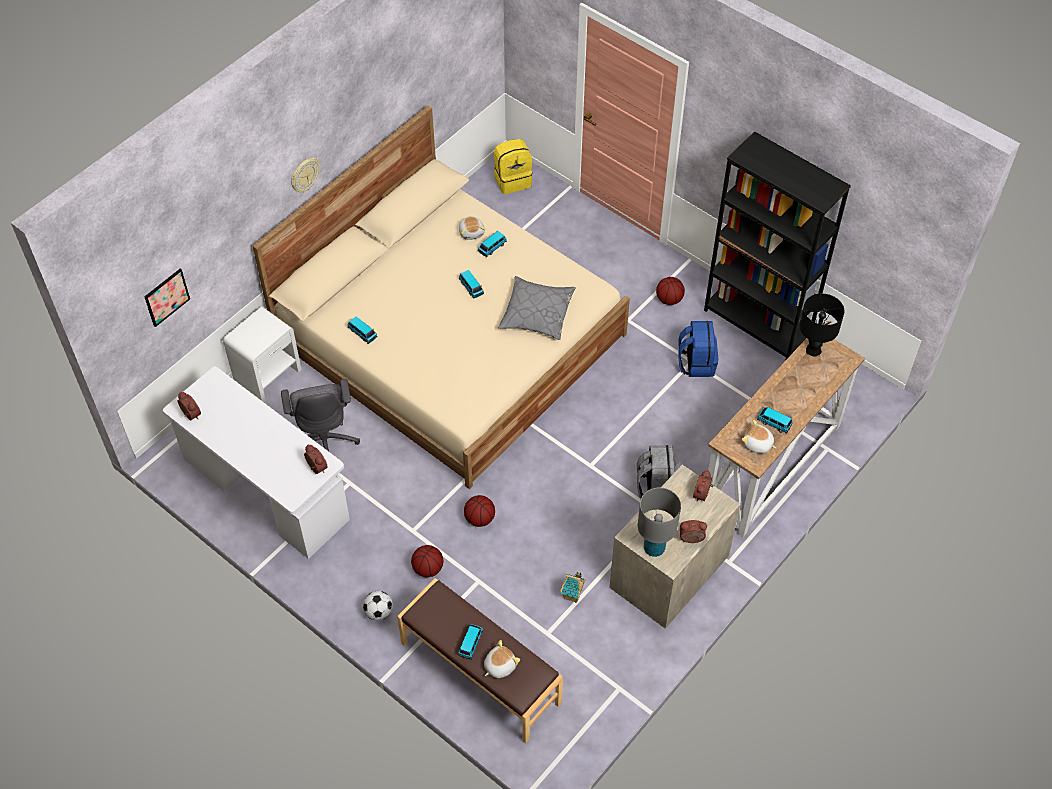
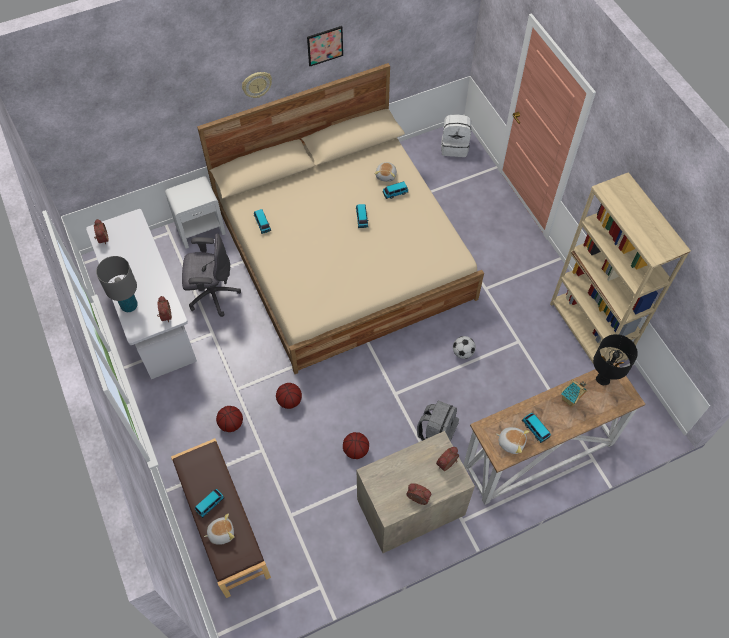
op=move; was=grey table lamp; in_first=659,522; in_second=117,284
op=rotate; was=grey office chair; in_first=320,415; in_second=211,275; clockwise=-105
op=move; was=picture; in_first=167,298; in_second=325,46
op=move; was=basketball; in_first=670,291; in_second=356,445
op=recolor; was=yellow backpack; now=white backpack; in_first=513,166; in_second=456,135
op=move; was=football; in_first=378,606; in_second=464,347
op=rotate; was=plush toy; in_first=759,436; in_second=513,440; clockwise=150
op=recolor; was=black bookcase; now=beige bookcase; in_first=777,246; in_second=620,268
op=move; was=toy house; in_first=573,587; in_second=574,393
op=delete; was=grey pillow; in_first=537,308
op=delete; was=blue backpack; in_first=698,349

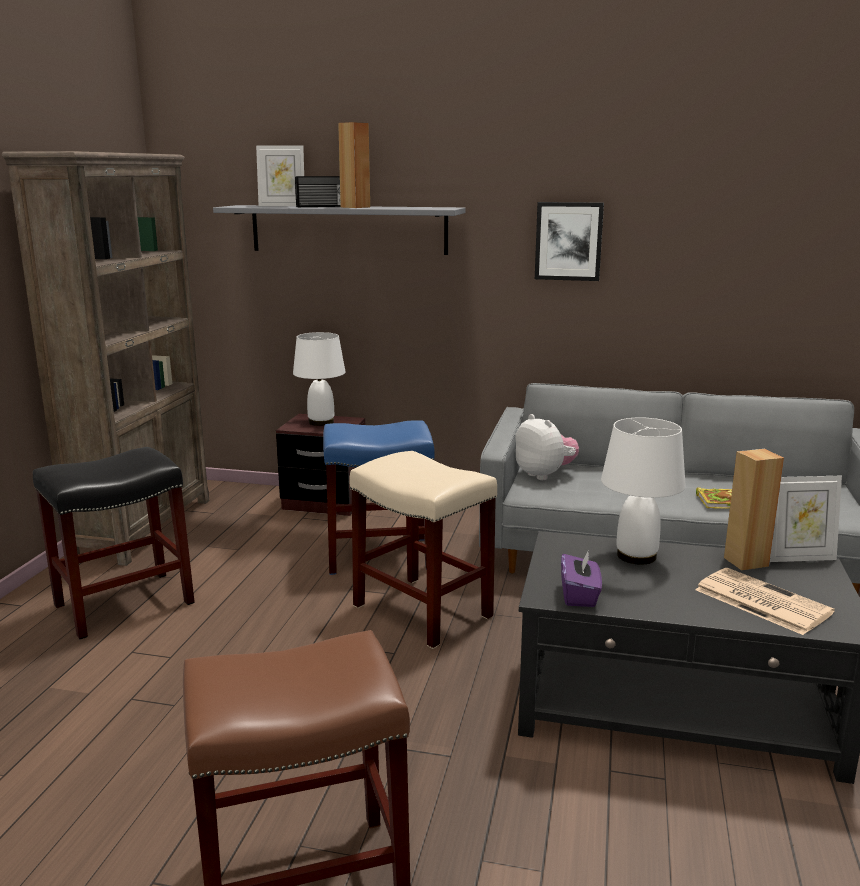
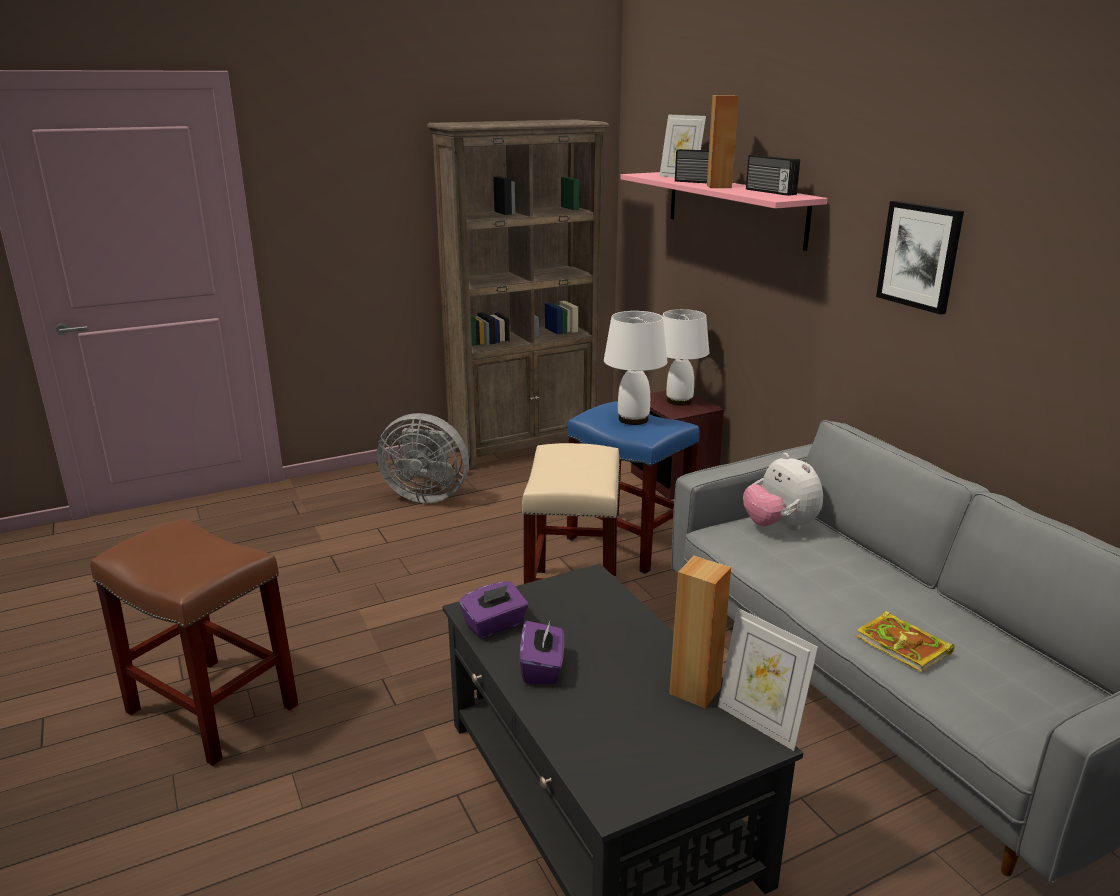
op=replace; was=black stool; now=grey fan; in_first=114,543; in_second=423,458
op=insert; now=purple tissue box; in_second=542,651
op=move; was=white table lamp; in_first=643,491; in_second=636,368
op=recolor; was=grey shelf; now=pink shelf; in_first=339,230; in_second=723,211
op=rotate; was=plush toy; in_first=547,447; in_second=783,492; clockwise=135
op=insert; now=radio; in_second=773,175
op=delete; was=newspaper; in_first=765,601

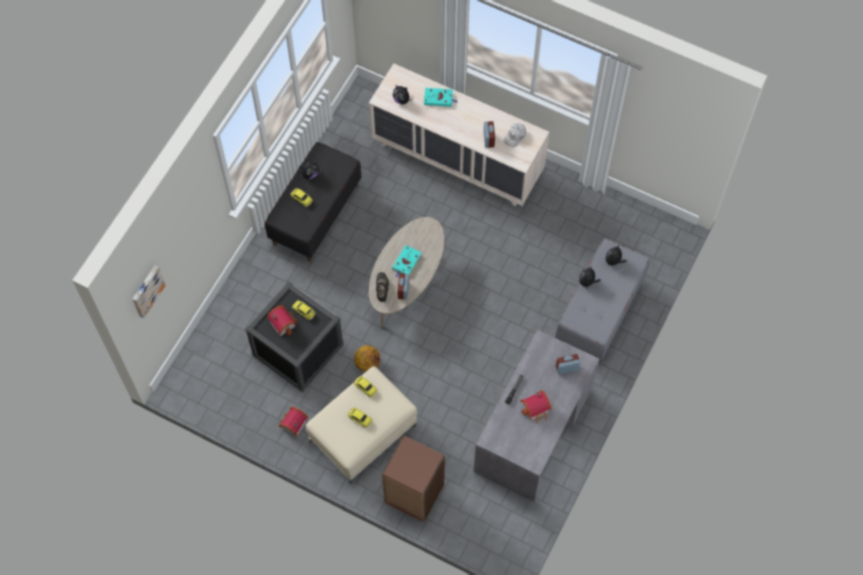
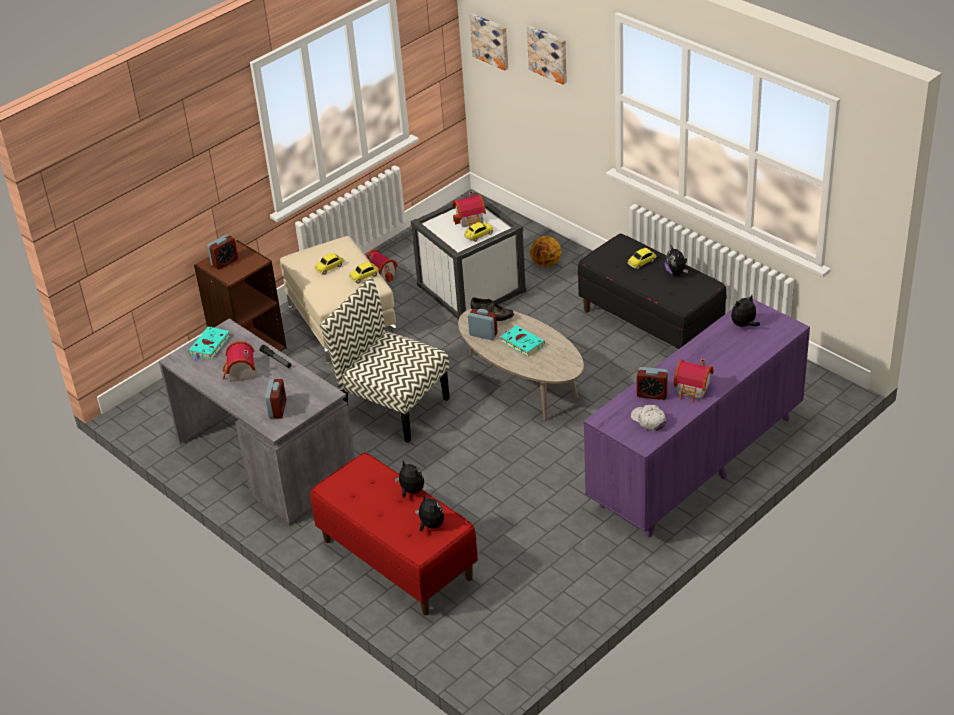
op=move; was=turquoise book; in_first=441,97; in_second=209,344
op=insert; now=alarm clock; in_second=222,252
op=recolor; was=grey bench; now=red bench; in_first=602,300; in_second=394,533
op=insert; now=chair; in_second=385,360
op=recolor; was=black storage box; now=white storage box; in_first=294,337; in_second=468,256
op=insert; now=picture; in_second=547,55
op=move; was=basketball; in_first=367,359; in_second=545,251
op=recolor; was=beige dresser; now=purple dresser; in_first=459,134; in_second=697,417
op=insert; now=toy house; in_second=693,381

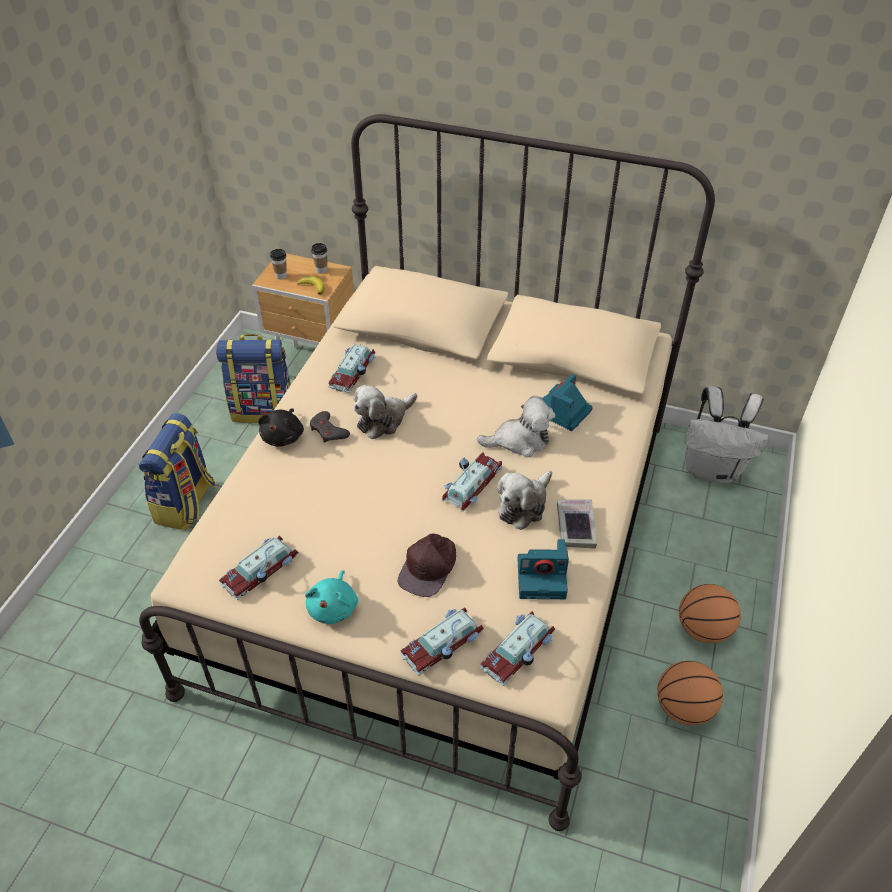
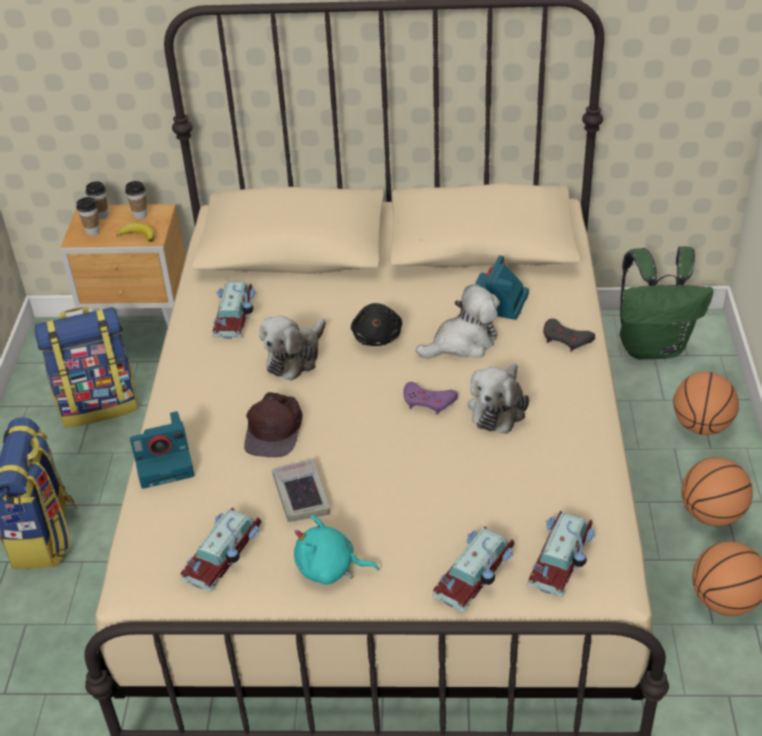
op=insert; now=cup; in_second=97,200
op=move; was=photo camera; in_first=543,569; in_second=162,450
op=move; was=brown cap; in_first=427,565; in_second=273,424
op=move; was=book; in_first=577,524; in_second=301,490
op=rotate; was=turquoise plush toy; in_first=331,597; in_second=336,550; clockwise=105
op=move; was=black plush toy; in_first=281,427; in_second=376,324
op=replace; was=toy car; now=purple game controller; in_first=472,482; in_second=431,398
op=move; was=grey game controller; in_first=330,427; in_second=569,335
op=recolor; was=white backpack; now=green backpack; in_first=727,435; in_second=666,302
op=insert; now=basketball; in_second=706,403

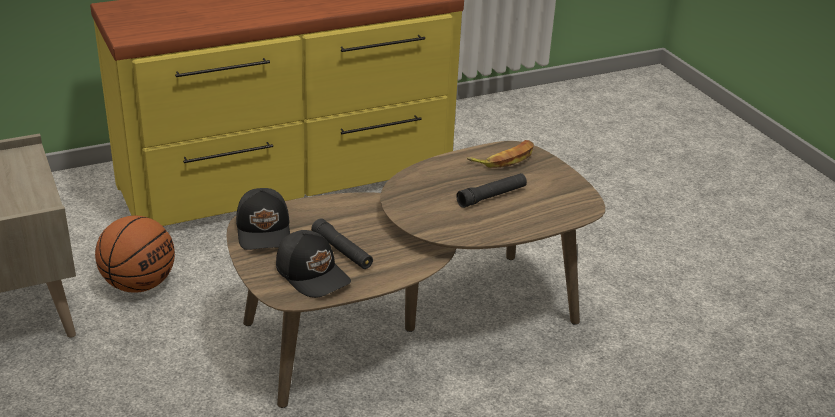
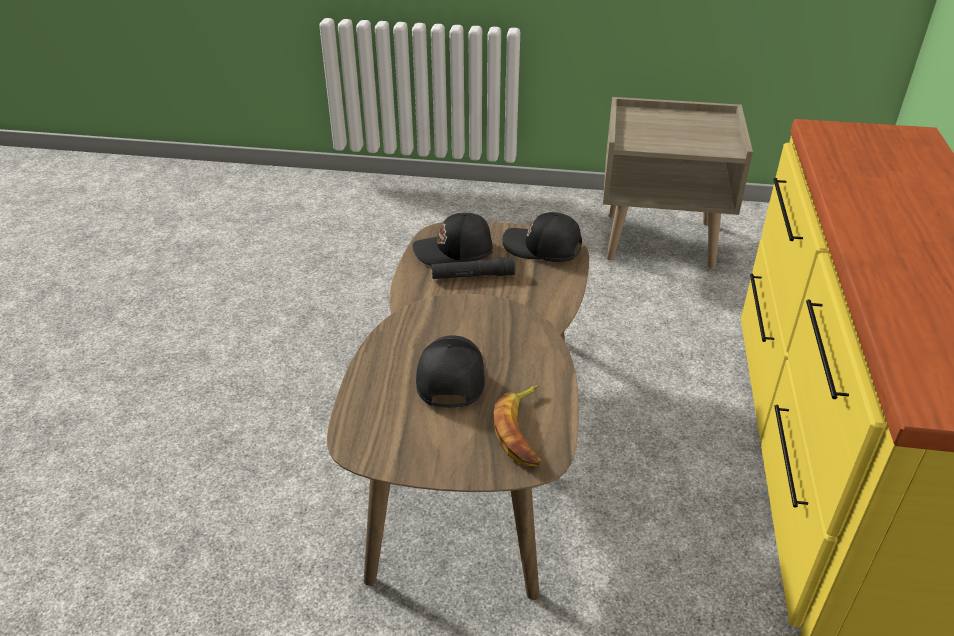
op=replace; was=black flashlight; now=black cap; in_first=491,190; in_second=450,371
op=delete; was=basketball; in_first=135,254

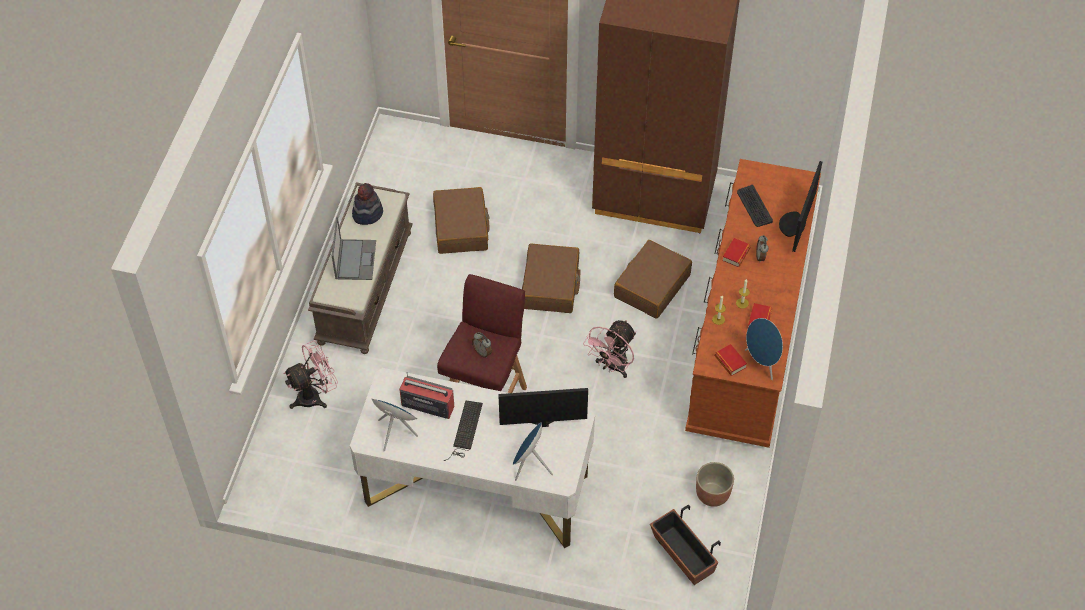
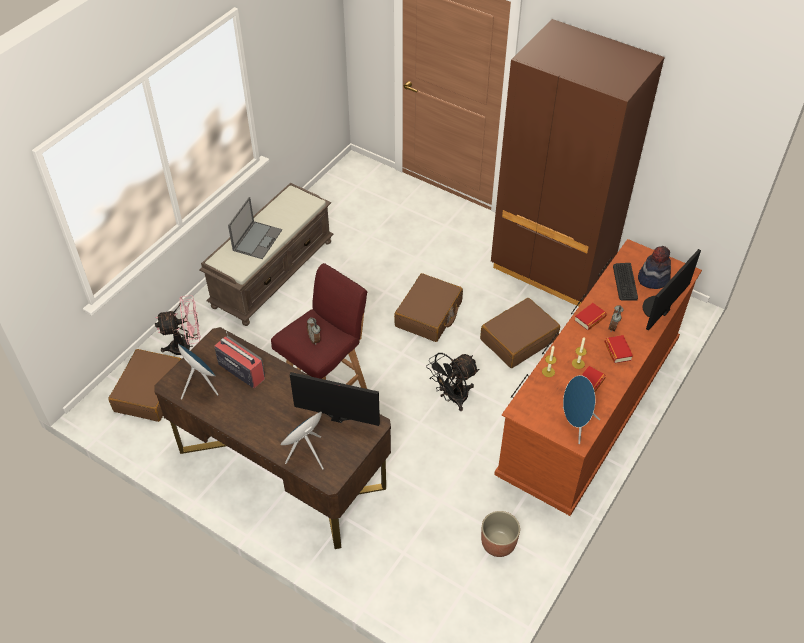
op=move; was=brown suitcase; in_first=461,220; in_second=144,385
op=recolor; was=white desk; now=brown desk; in_first=472,458; in_second=272,438
op=recolor; was=pink fan; now=black fan; in_first=609,349; in_second=452,382
op=move; was=book; in_first=731,360; in_second=619,349
op=move; was=hat; in_first=367,204; in_second=654,267
op=delete; was=keyboard; in_first=463,431
op=delete; was=planter; in_first=685,544

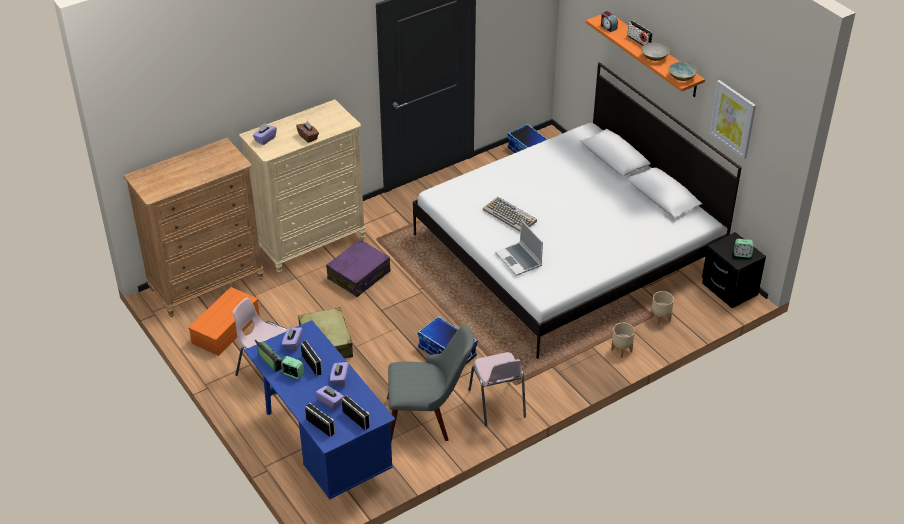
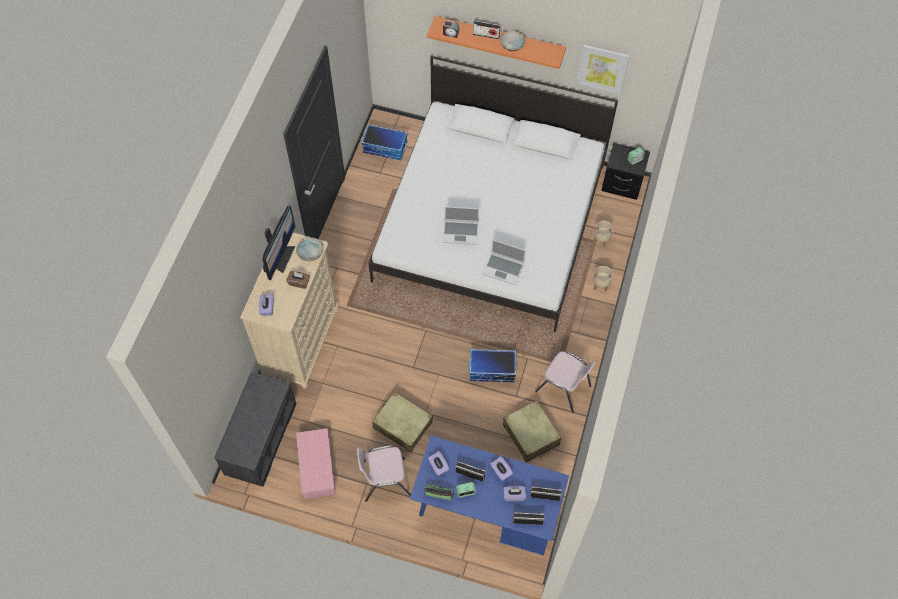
op=replace; was=brown dresser; now=grey bench; in_first=193,227; in_second=255,429
op=insert; now=monitor; in_second=278,243
op=move; was=bowl; in_first=682,71; in_second=310,249
op=recolor; was=orange storage box; now=pink storage box; in_first=223,321; in_second=316,463
op=replace; was=keyboard; now=laptop; in_first=510,214; in_second=461,225
op=replace; was=grey chair; now=beige suitcase; in_first=430,383; in_second=532,431
op=delete; was=purple suitcase; in_first=358,268

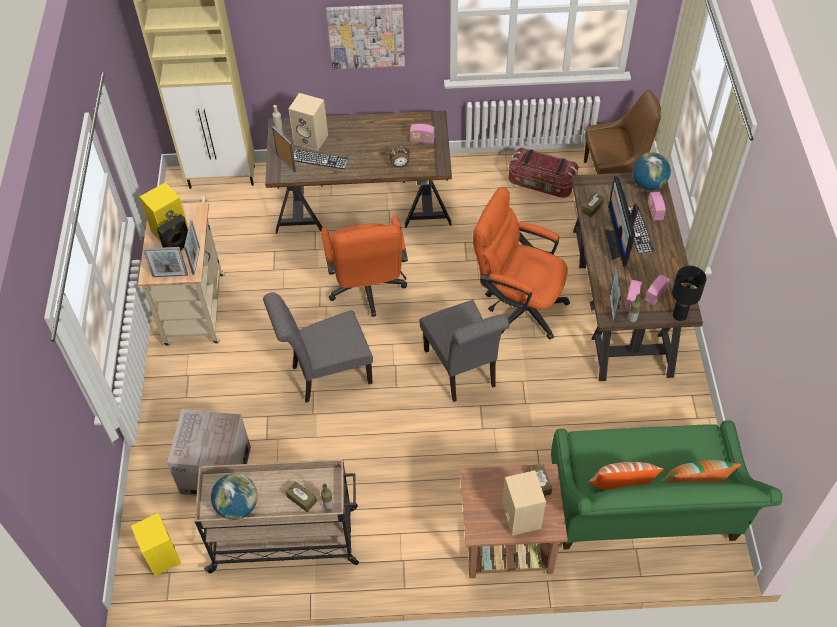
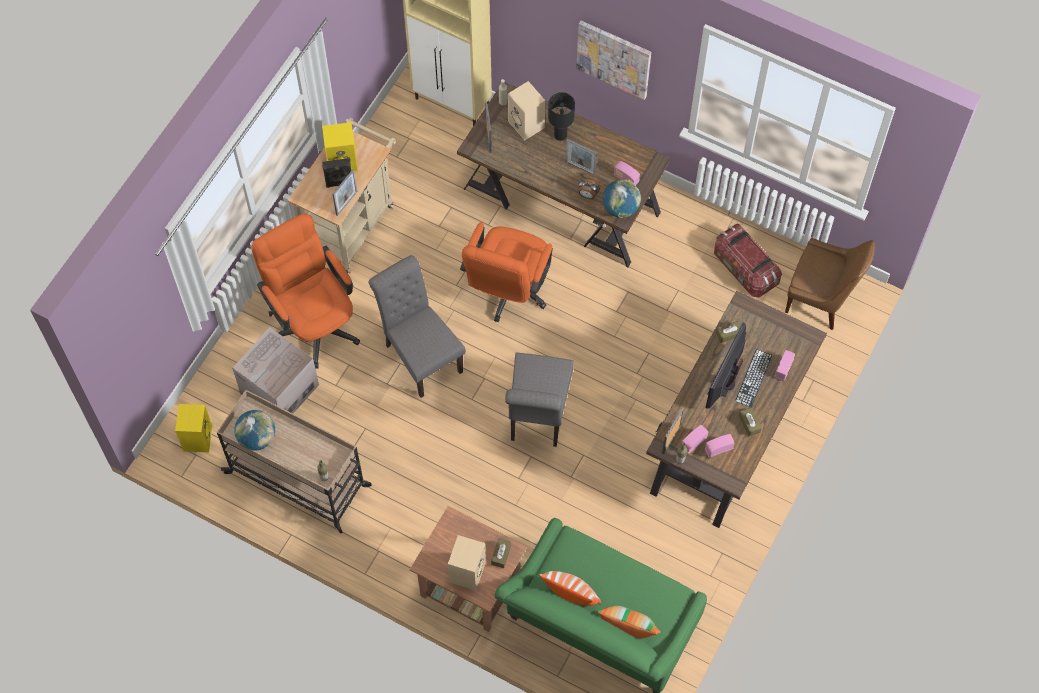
op=move; was=orange office chair; in_first=521,263; in_second=306,291
op=rotate; was=grey chair; in_first=318,347; in_second=417,326; clockwise=45
op=move; was=black table lamp; in_first=689,293; in_second=561,116
op=move; was=picture frame; in_first=165,262; in_second=581,157
op=move; was=globe; in_first=652,171; in_second=622,198
op=move; was=brown tissue box; in_first=301,496; in_second=750,422
op=delete; was=keyboard; in_first=321,159

